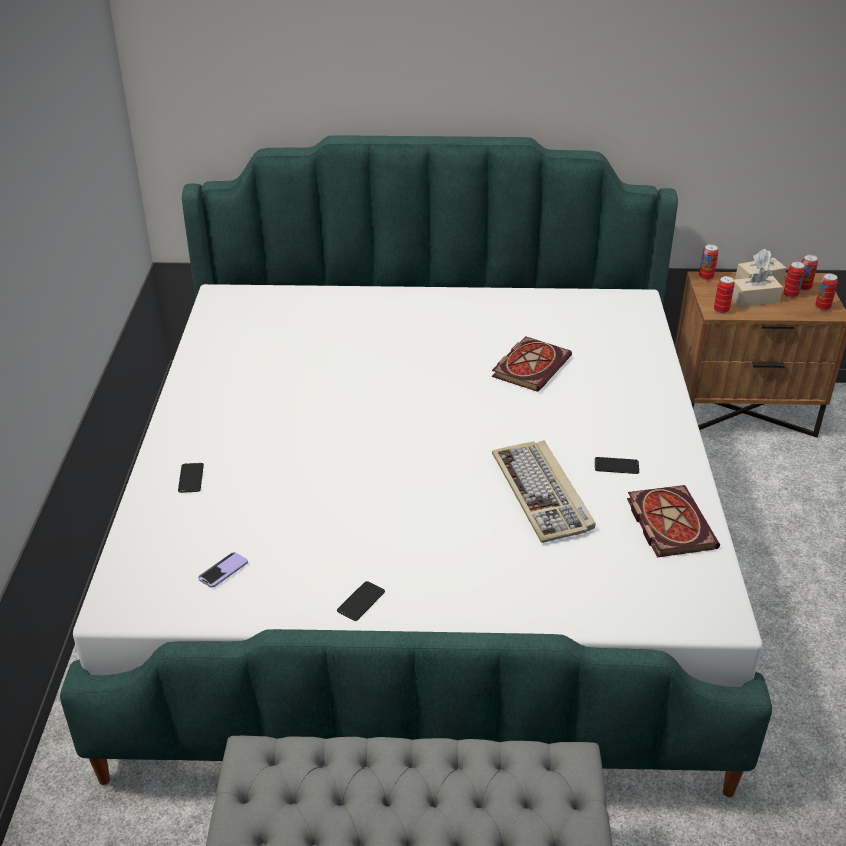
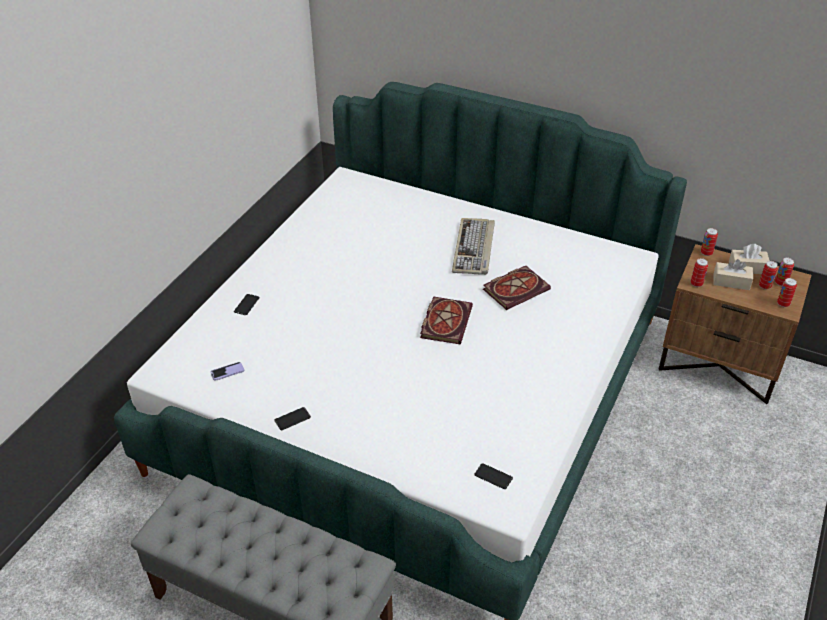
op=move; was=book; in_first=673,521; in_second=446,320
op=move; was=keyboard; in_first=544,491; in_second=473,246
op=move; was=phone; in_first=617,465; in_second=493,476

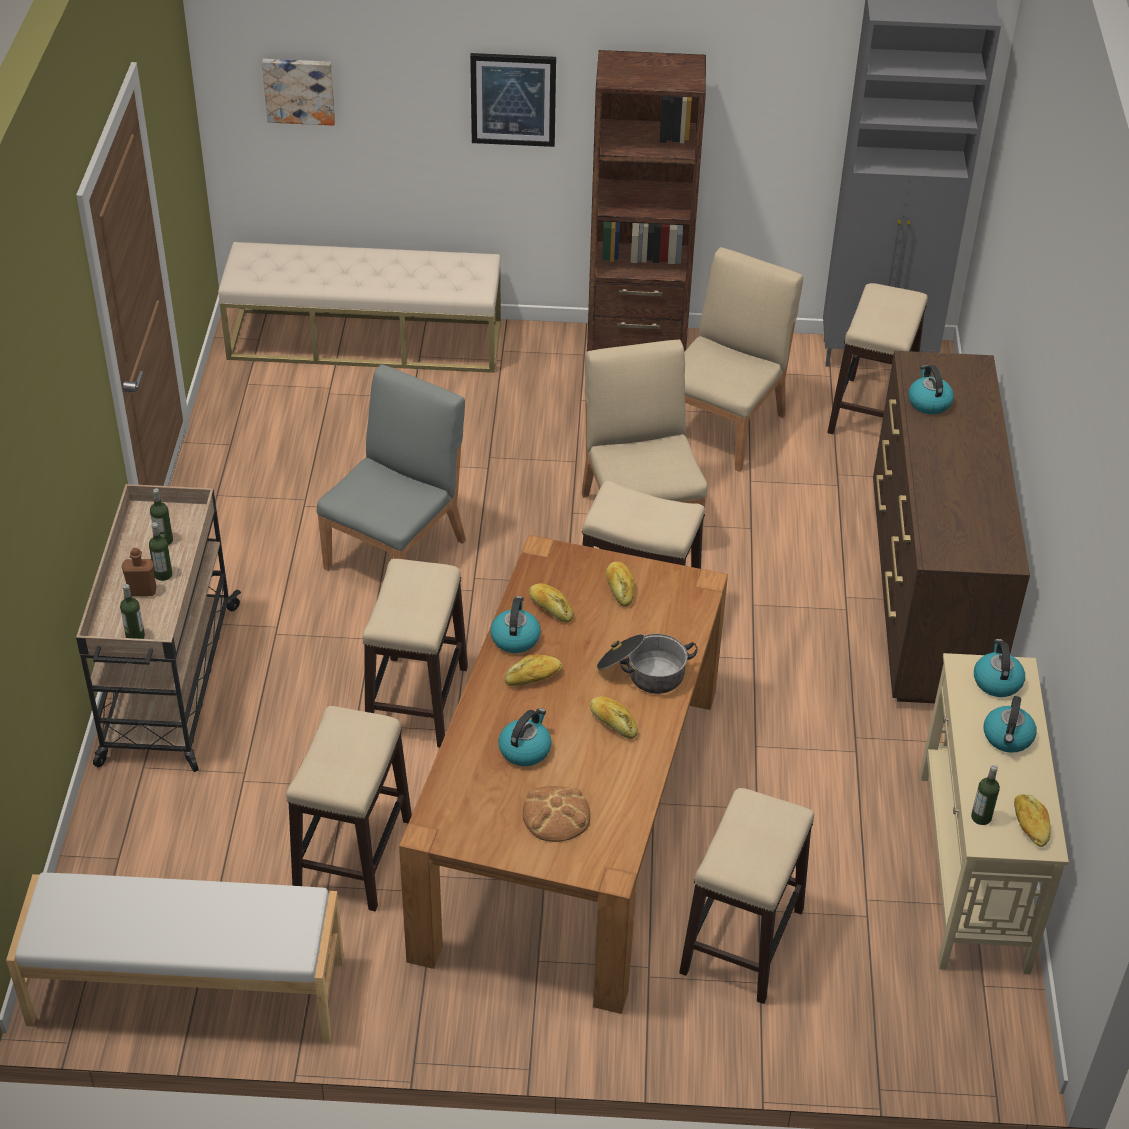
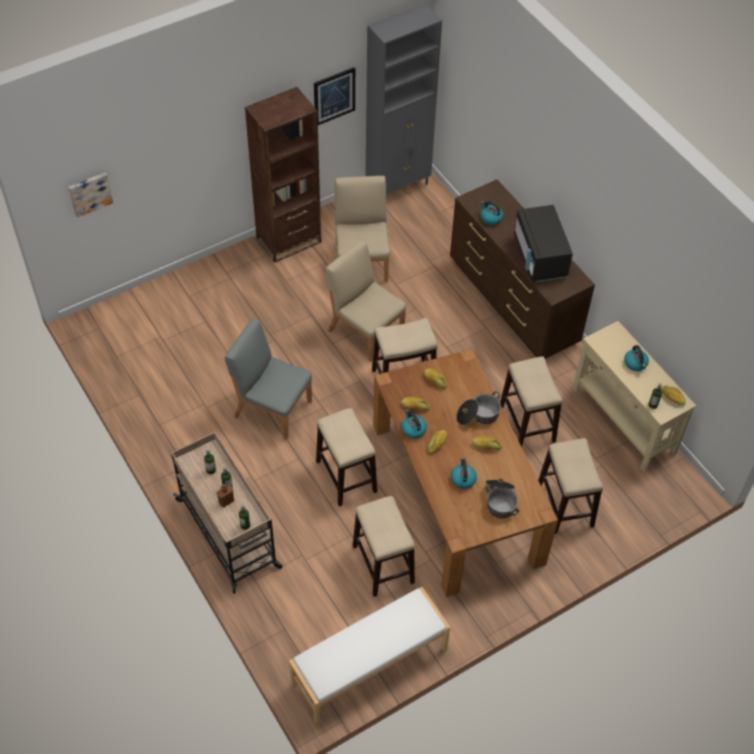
op=rotate; was=grey chair; in_first=391,467; in_second=268,379; clockwise=-60
op=move; was=picture; in_first=513,100; in_second=334,96
op=replace; was=bread; now=cooking pot; in_first=557,814; in_second=502,498
op=move; was=stool; in_first=878,358; in_second=531,401
op=insert; now=black microwave; in_second=543,243
op=delete; was=beige bench; in_first=359,307
op=delete; was=kettle; in_first=999,668

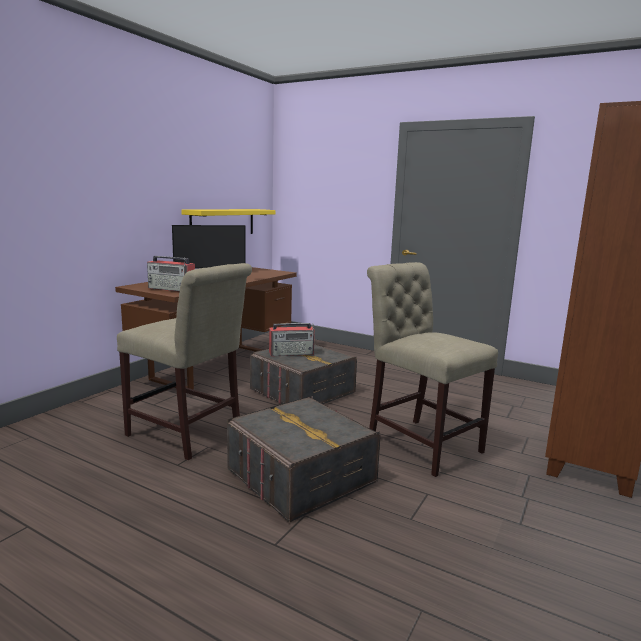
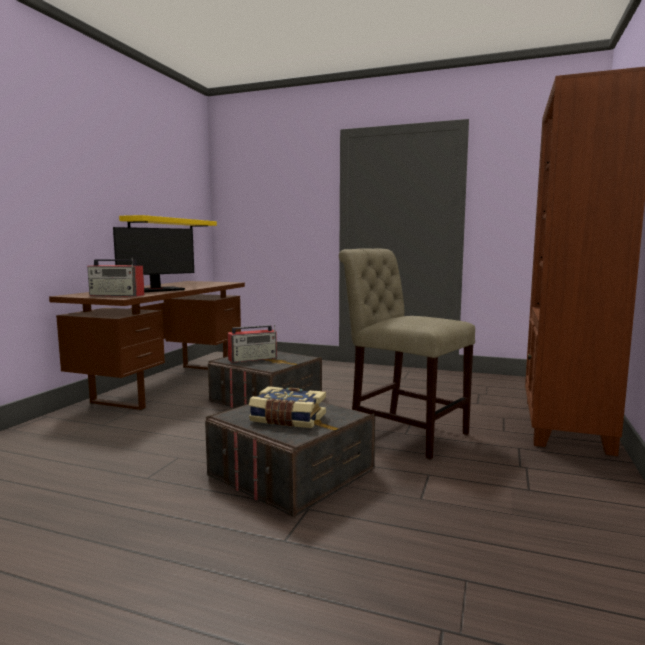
op=insert; now=book; in_second=287,407
op=delete; was=beige chair; in_first=184,361

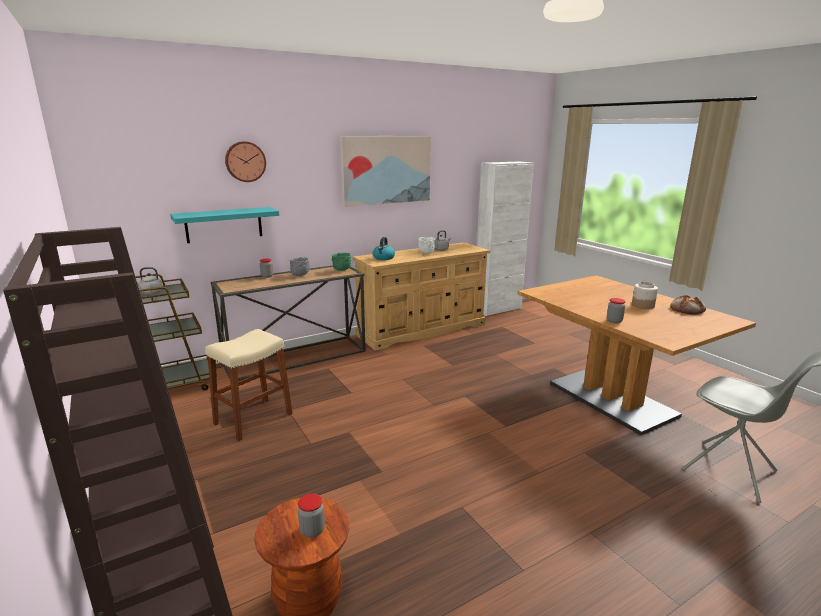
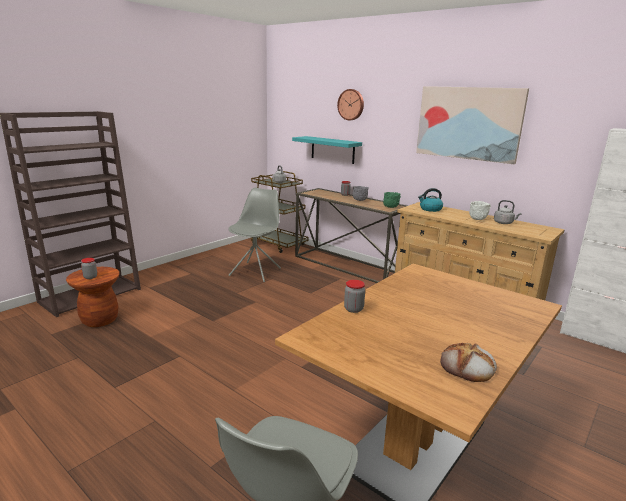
op=replace; was=beige stool; now=grey chair; in_first=249,385; in_second=254,234
op=delete; was=jar; in_first=645,295

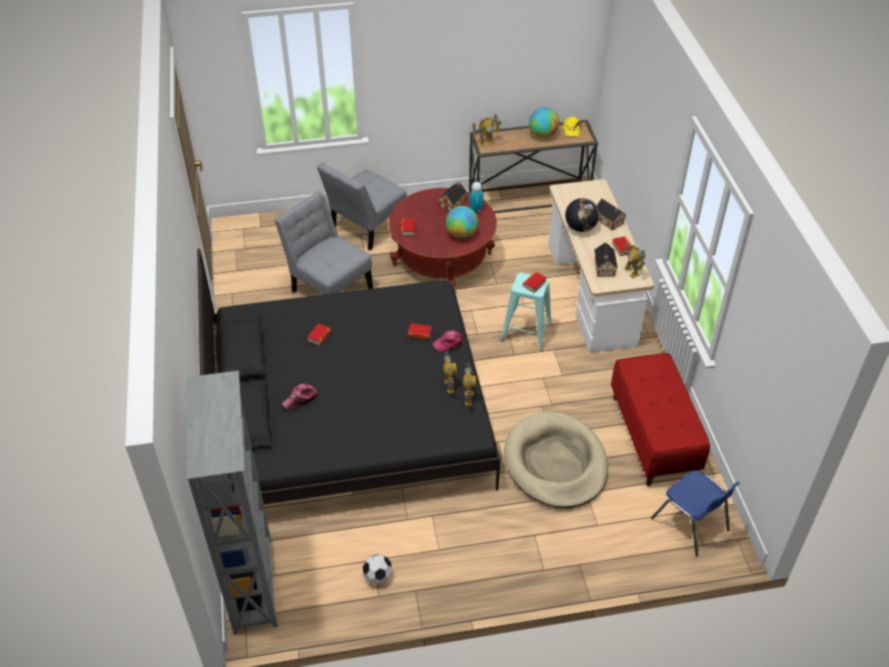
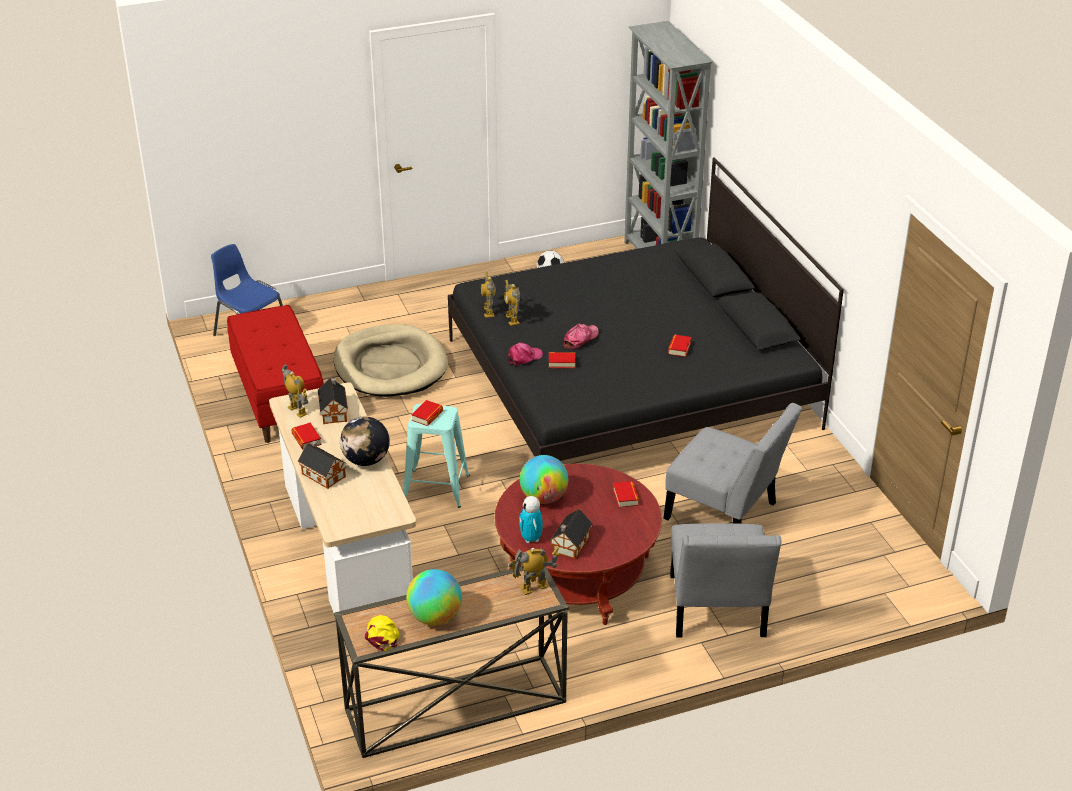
op=move; was=cap; in_first=300,397; in_second=581,337
op=rotate; was=grey chair; in_first=362,206; in_second=725,580; clockwise=150

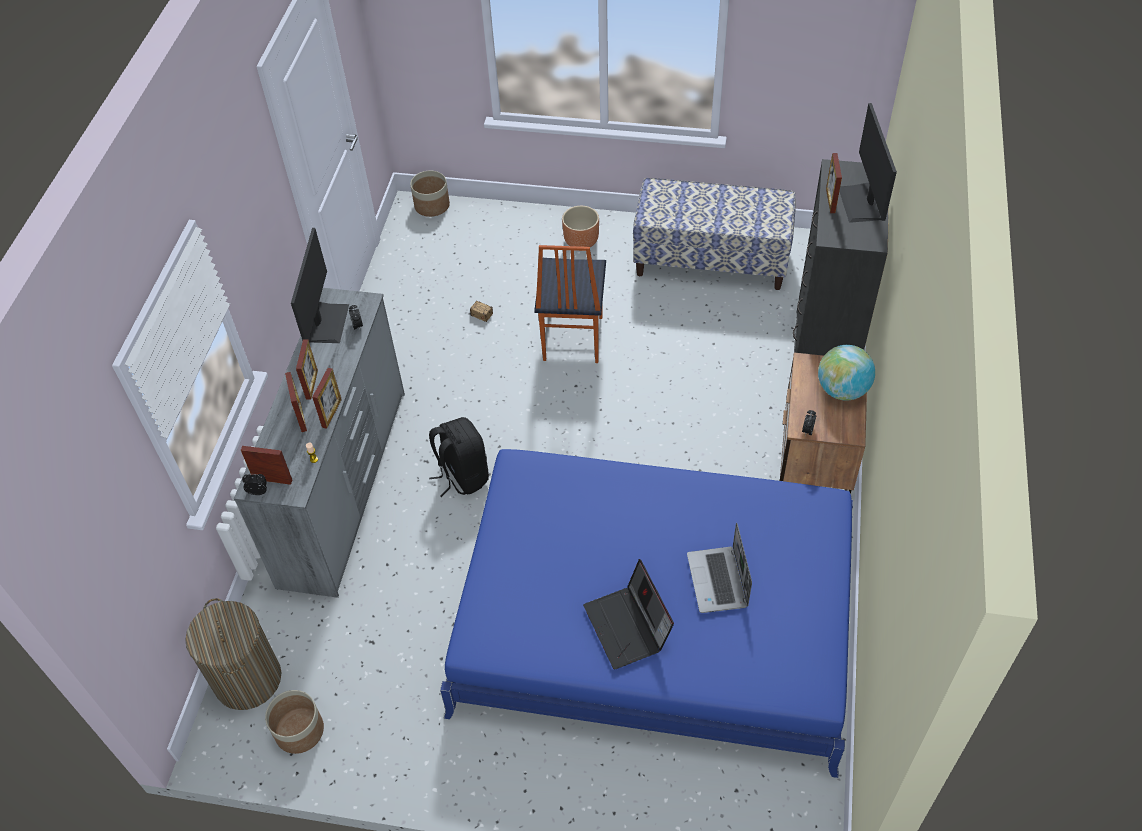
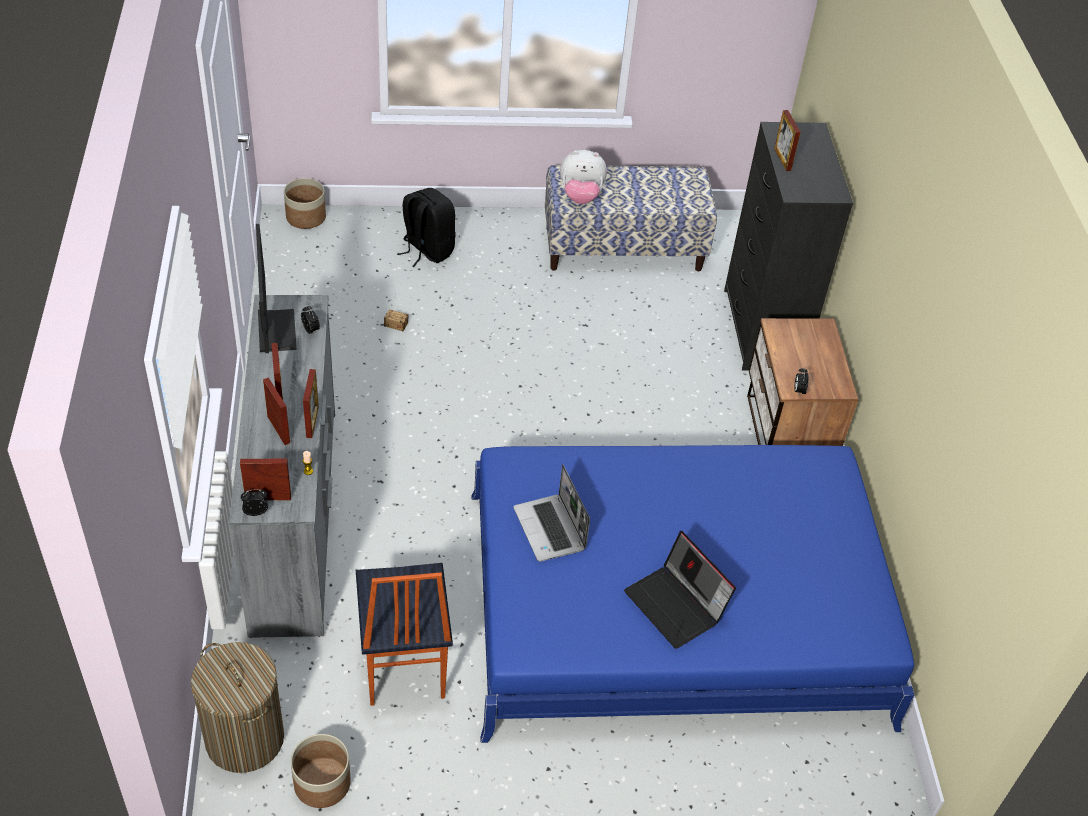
op=move; was=chair; in_first=570,304; in_second=404,634
op=move; was=black backpack; in_first=459,457; in_second=426,227
op=move; was=laptop; in_first=719,568; in_second=551,513
op=insert; now=plush toy; in_second=583,177
op=delete; was=brown planter; in_first=580,226
op=delete; was=globe; in_first=846,373
op=delete; was=monitor; in_first=868,163

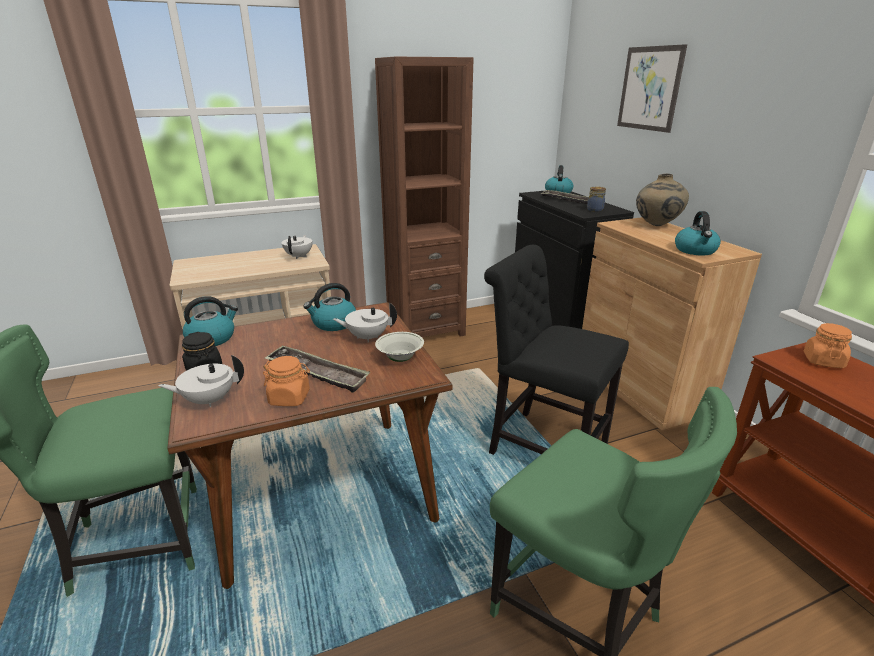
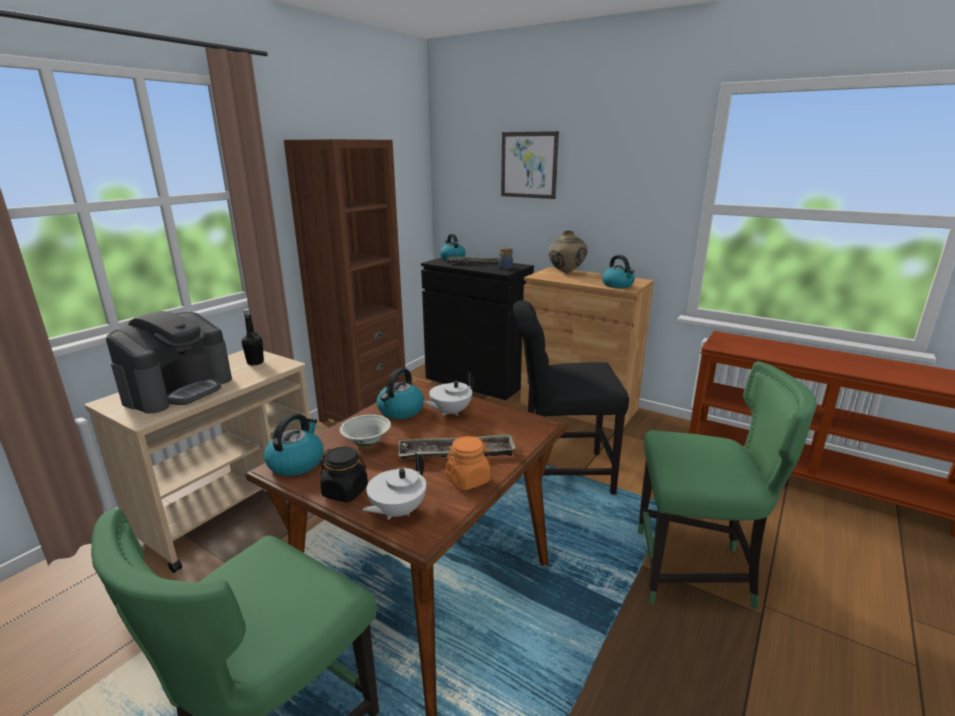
op=insert; now=coffee machine; in_second=169,362
op=replace; was=white teapot; now=black bottle; in_first=297,247; in_second=253,337
op=move; was=white bowl; in_first=399,347; in_second=365,430
op=delete; was=orange jar; in_first=828,345

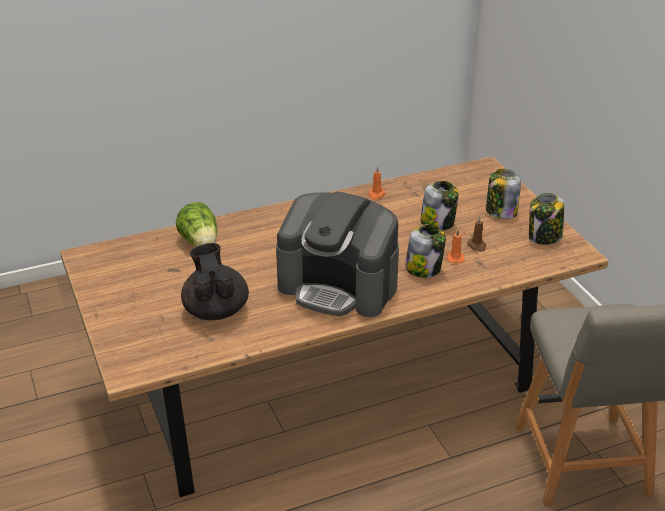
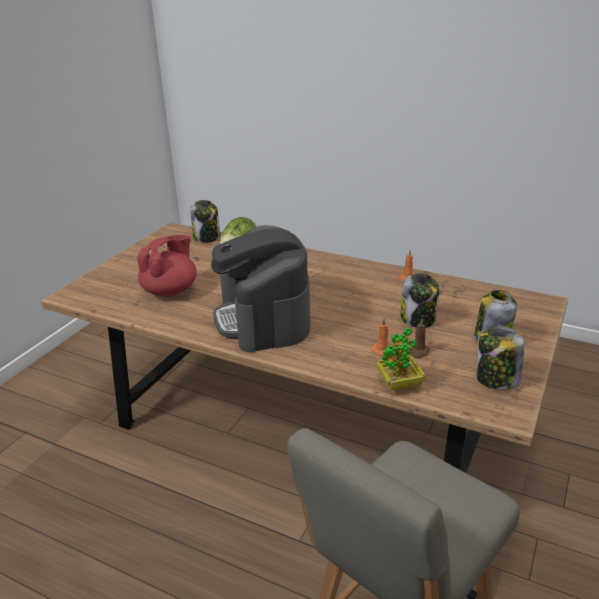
op=recolor; was=black teapot; now=red teapot; in_first=215,281; in_second=167,266
op=move; was=jar; in_first=425,251; in_second=205,221
op=insert; now=potted plant; in_second=400,358

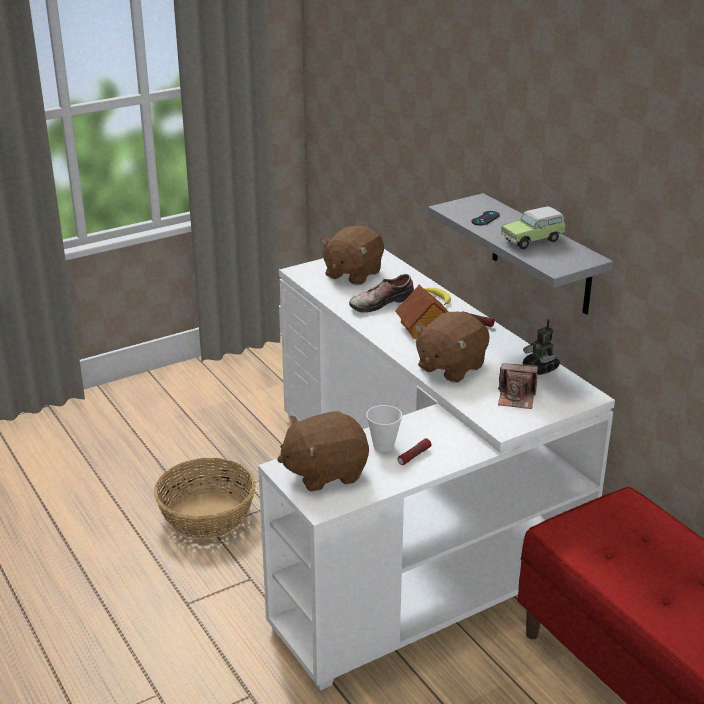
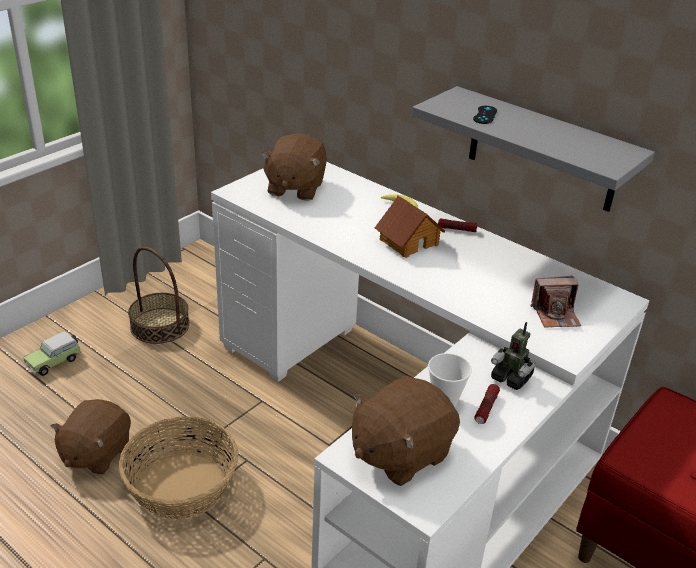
op=move; was=toy car; in_first=533,227; in_second=52,353
op=move; was=brown plush toy; in_first=452,347; in_second=91,437
op=insert; now=basket; in_second=159,295
op=move; was=toy robot; in_first=541,347; in_second=513,356
op=delete; was=shoe; in_first=381,293

